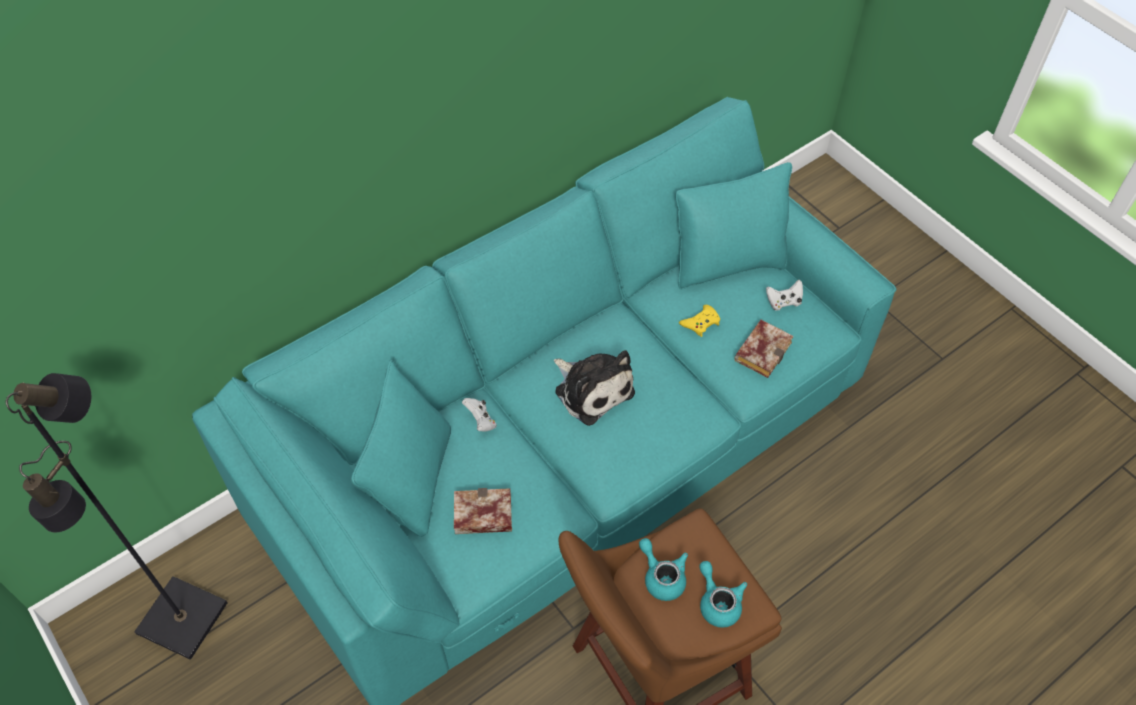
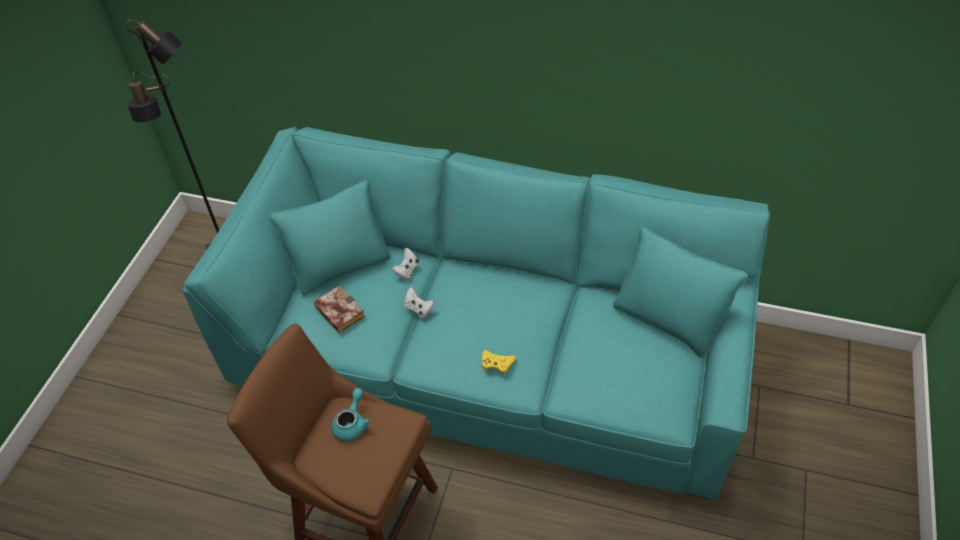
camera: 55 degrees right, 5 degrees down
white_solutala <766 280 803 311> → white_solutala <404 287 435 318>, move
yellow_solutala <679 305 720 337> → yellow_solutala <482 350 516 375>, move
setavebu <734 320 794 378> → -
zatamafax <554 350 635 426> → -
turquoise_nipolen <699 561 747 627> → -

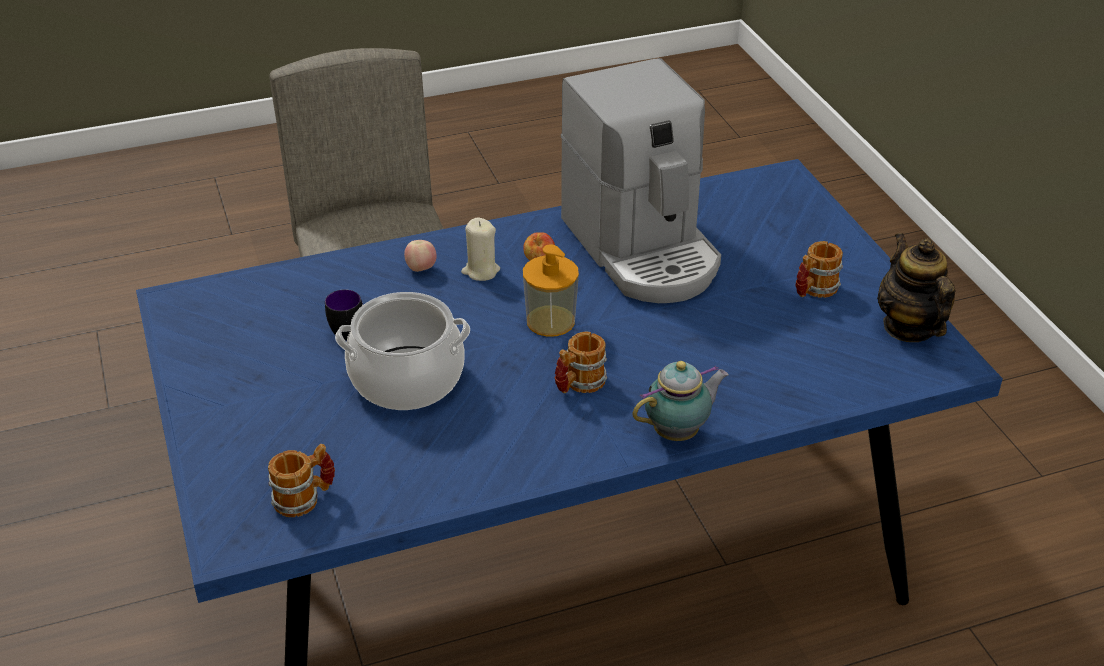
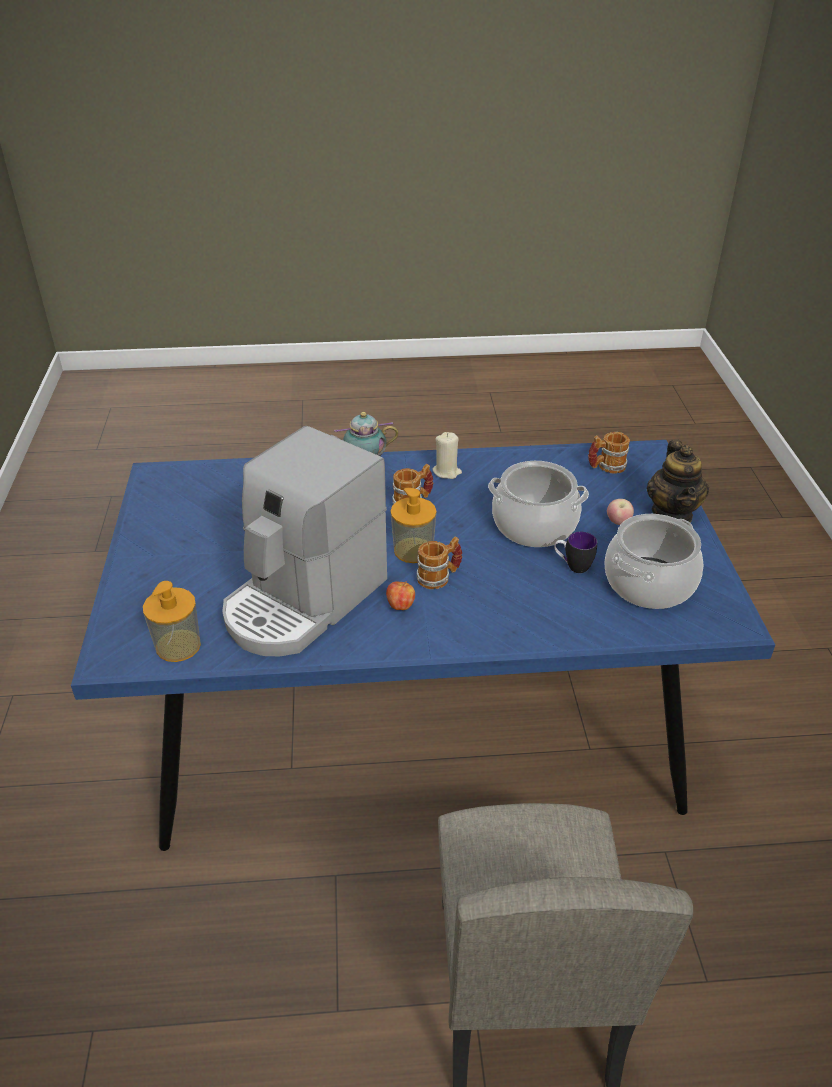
camera: 165 degrees left, 0 degrees up
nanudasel <561 58 721 303> → nanudasel <222 426 387 656>, 135 degrees counterclockwise
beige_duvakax <461 218 500 281> → beige_duvakax <433 432 462 479>, move
nipolen <877 233 956 342> → nipolen <646 439 709 523>, move
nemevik <404 240 437 272> → nemevik <607 499 634 525>, move
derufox <796 241 843 298> → derufox <417 537 462 589>, move
- → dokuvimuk <604 514 703 609>
- → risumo <143 581 201 662>

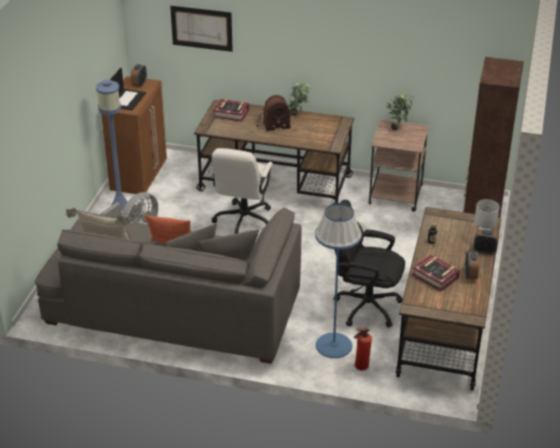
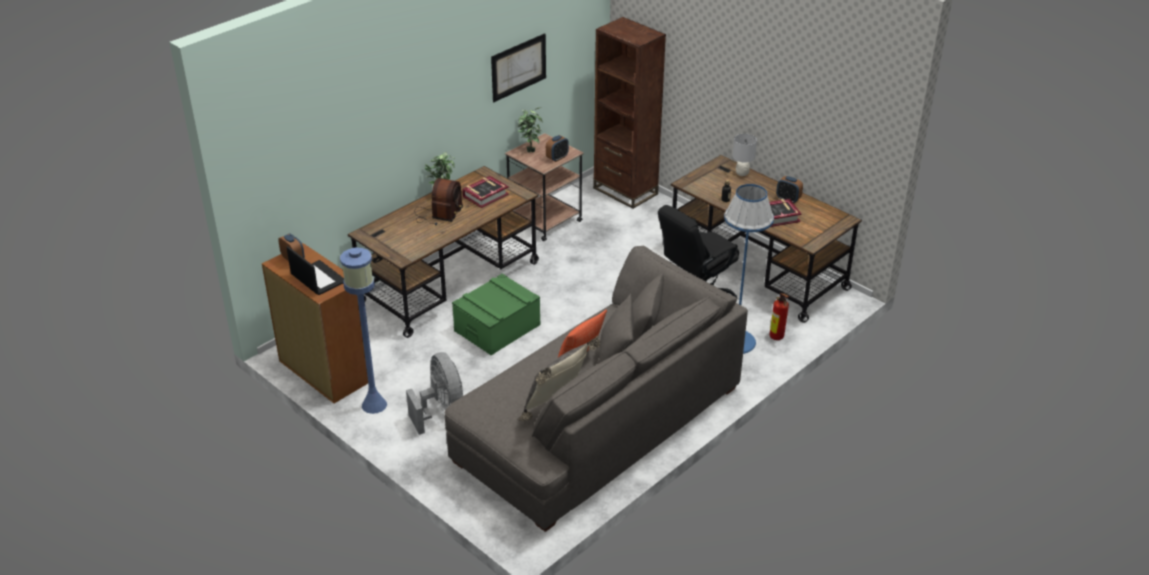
camera: 60 degrees left, 0 degrees up
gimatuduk <170 6 233 52> → gimatuduk <491 33 546 102>, move
setavebu <213 99 249 122> → setavebu <462 176 509 208>, move
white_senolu <211 148 273 234> → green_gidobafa <452 274 540 355>
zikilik <474 229 499 255> → zikilik <546 135 569 162>, move

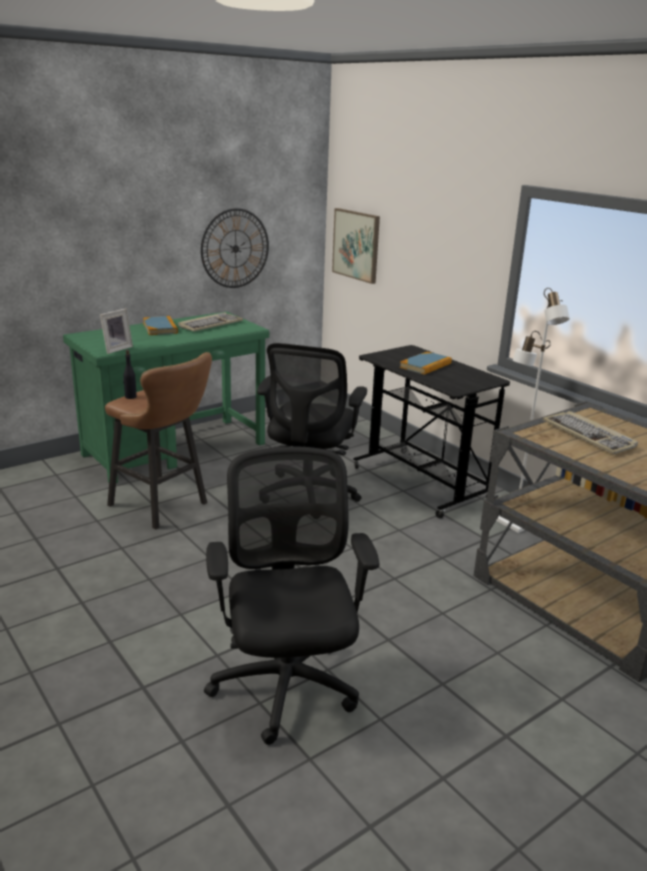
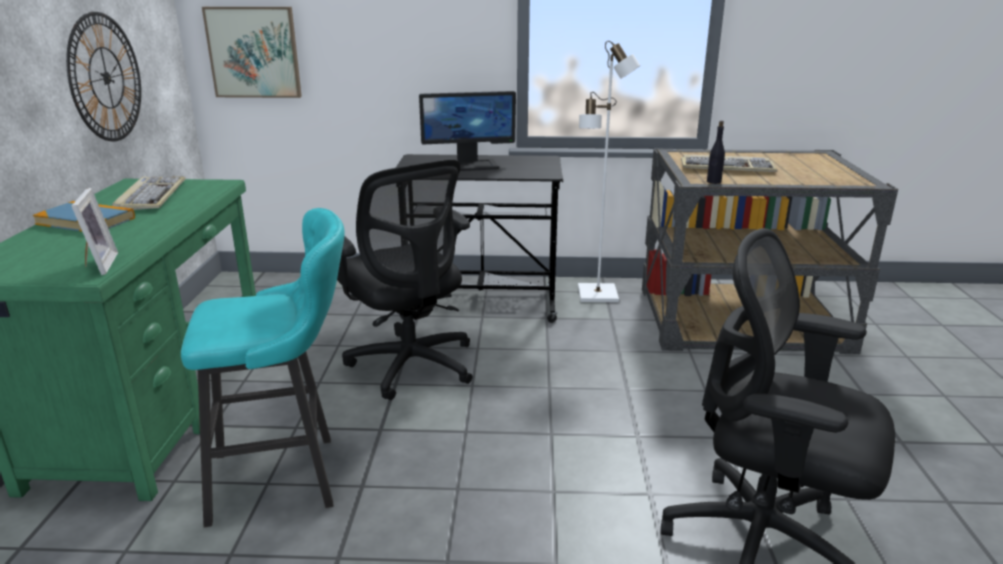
camera: 50 degrees left, 0 degrees up
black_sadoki <123 350 137 399> → black_sadoki <707 121 725 184>, move
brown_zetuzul <105 352 212 530> → turquoise_zetuzul <181 208 345 527>
setavebu <400 352 452 375> → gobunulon <419 91 516 171>

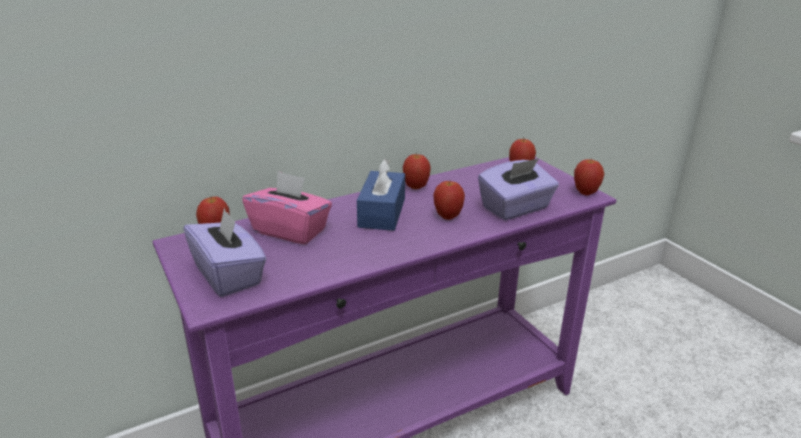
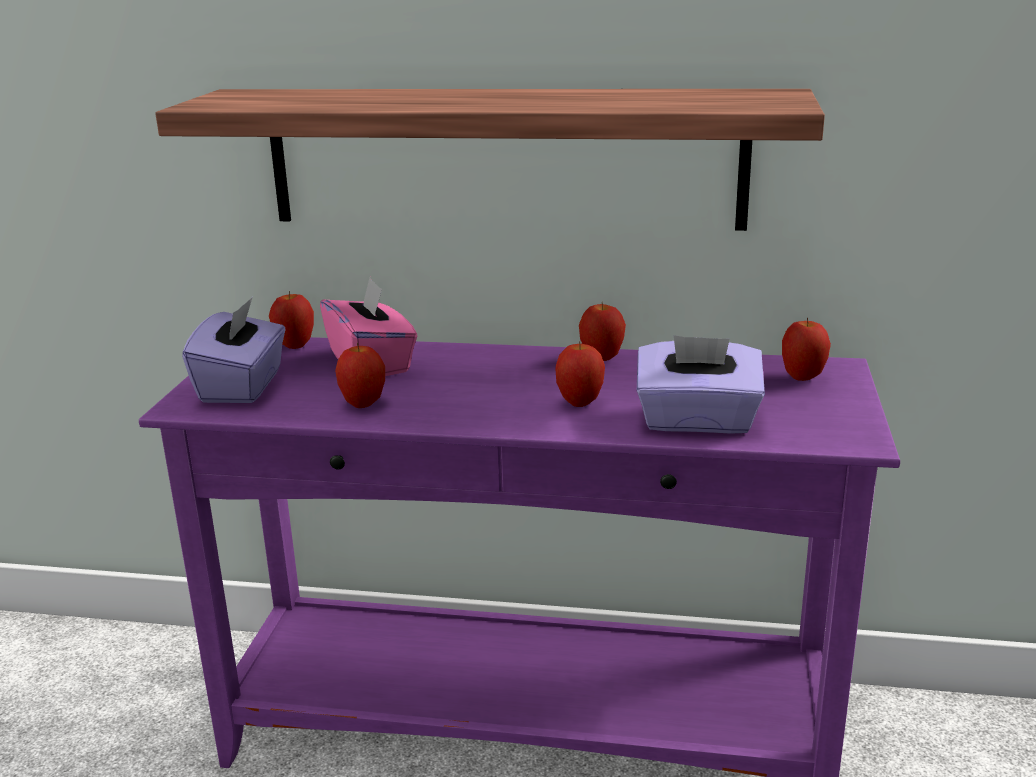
camera: 40 degrees right, 5 degrees down
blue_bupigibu <357 158 405 231> → -
nemevik <574 158 604 195> → nemevik <335 343 385 408>, move
- → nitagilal <155 89 825 231>

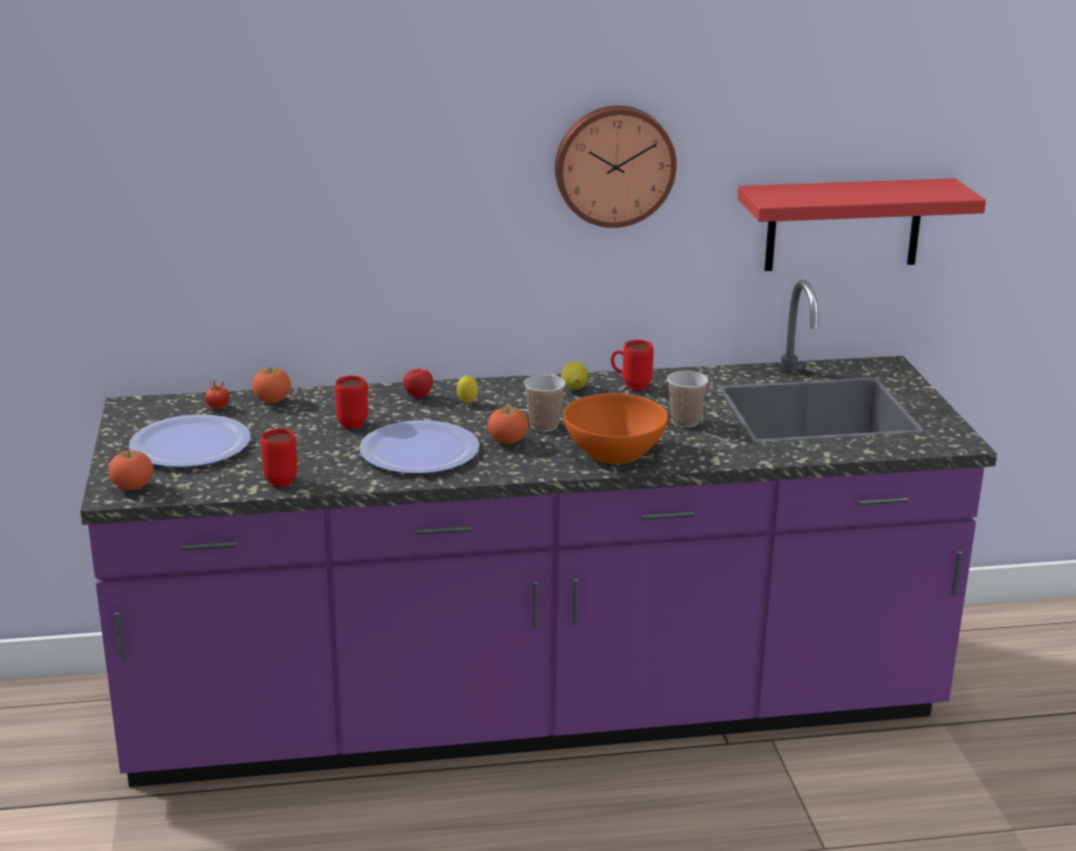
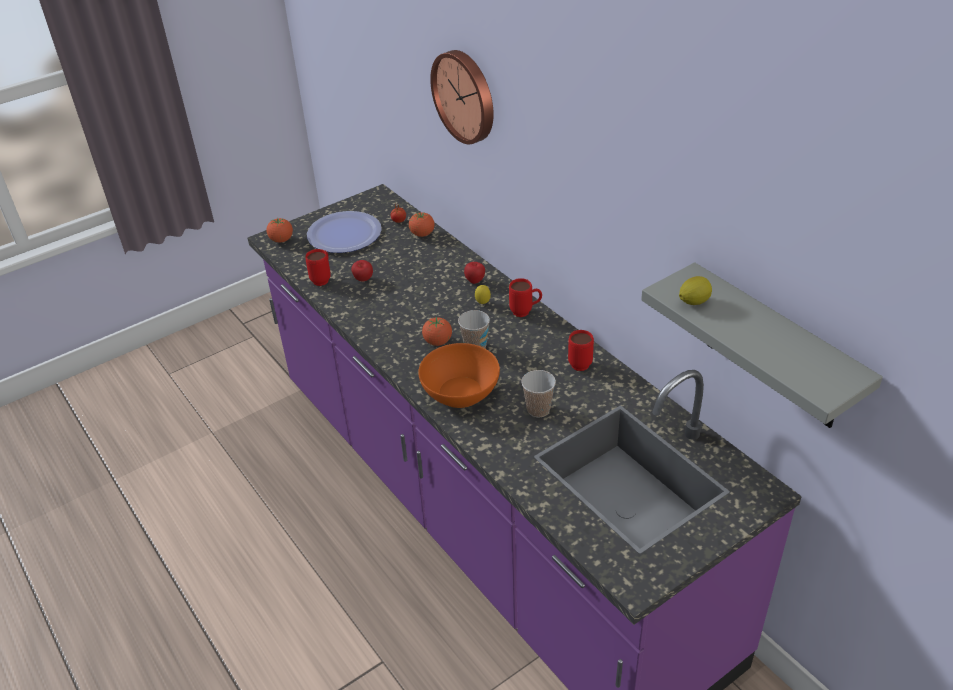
camera: 65 degrees right, 15 degrees up
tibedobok <555 106 677 228> → tibedobok <430 50 494 144>, move
red_nitagilal <738 178 986 271> → grey_nitagilal <641 262 883 428>
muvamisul <561 361 588 390> → muvamisul <679 276 712 305>, move
red_derufox <335 376 368 429> → red_derufox <509 278 542 317>, move
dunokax <359 420 480 474> → -
- → nemevik <351 260 373 281>

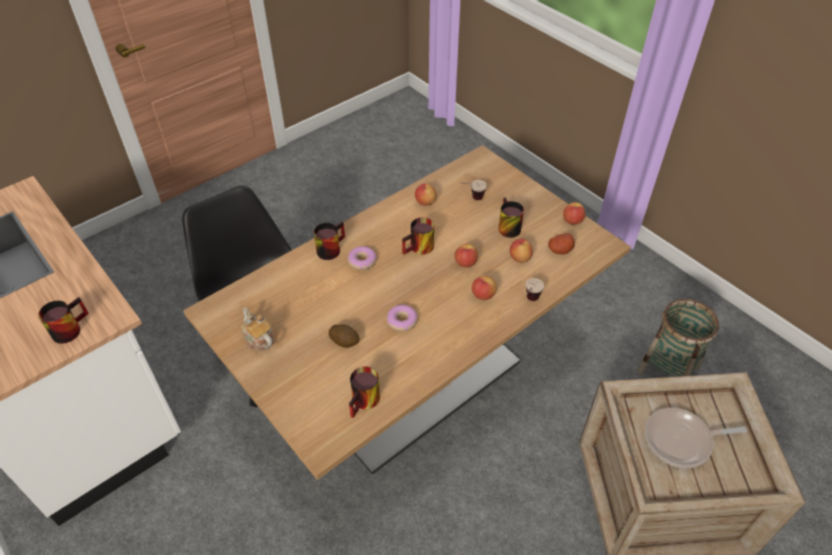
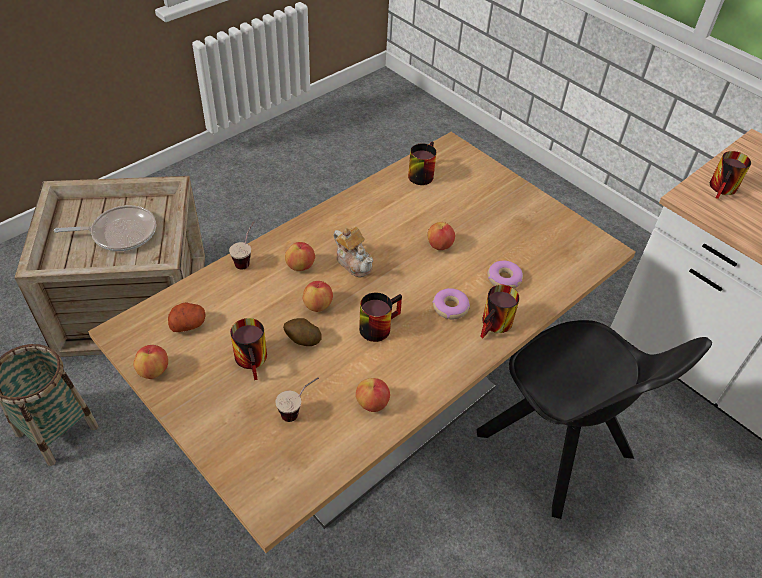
camera: 175 degrees right, 0 degrees up
nemevik <510 239 533 263> → nemevik <428 222 455 250>, move
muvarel <387 305 418 331> → muvarel <488 261 523 288>, move
nipolen <242 308 274 351> → nipolen <334 227 373 277>, move
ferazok <329 325 360 348> → ferazok <283 318 322 346>, move

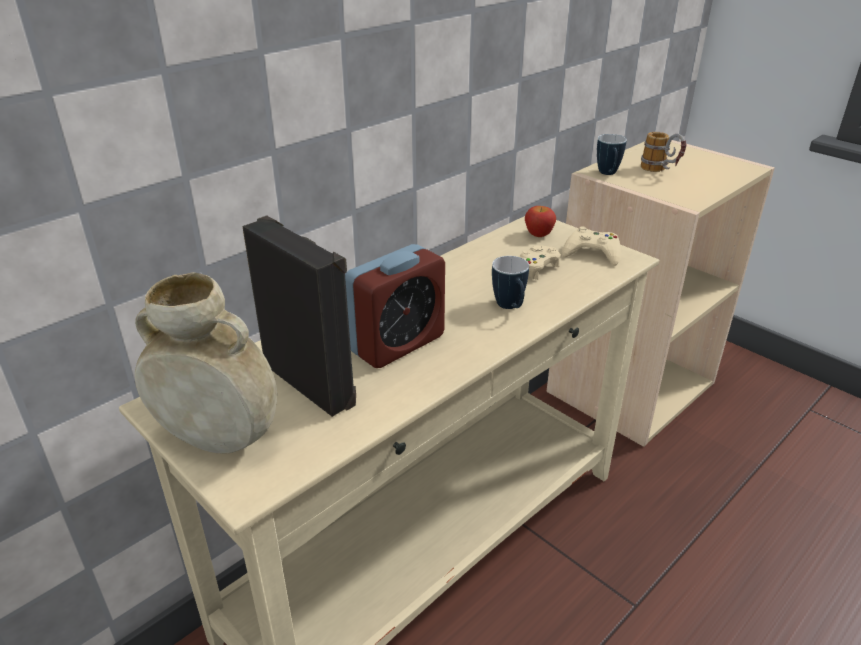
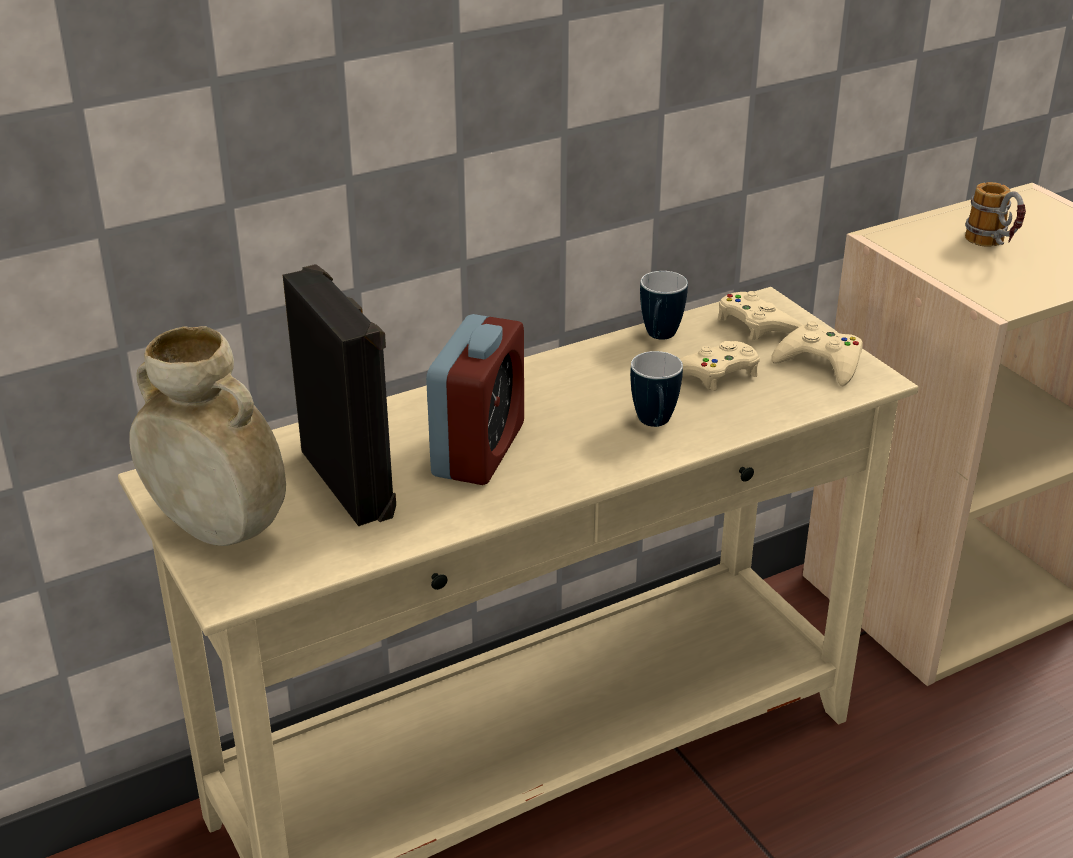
camera: 15 degrees right, 0 degrees up
derufox <597 134 627 175> → derufox <640 271 688 340>, move
nemevik <525 206 556 237> → beige_solutala <718 291 802 340>
zikilik <345 244 445 368> → zikilik <426 314 524 485>, 45 degrees counterclockwise

